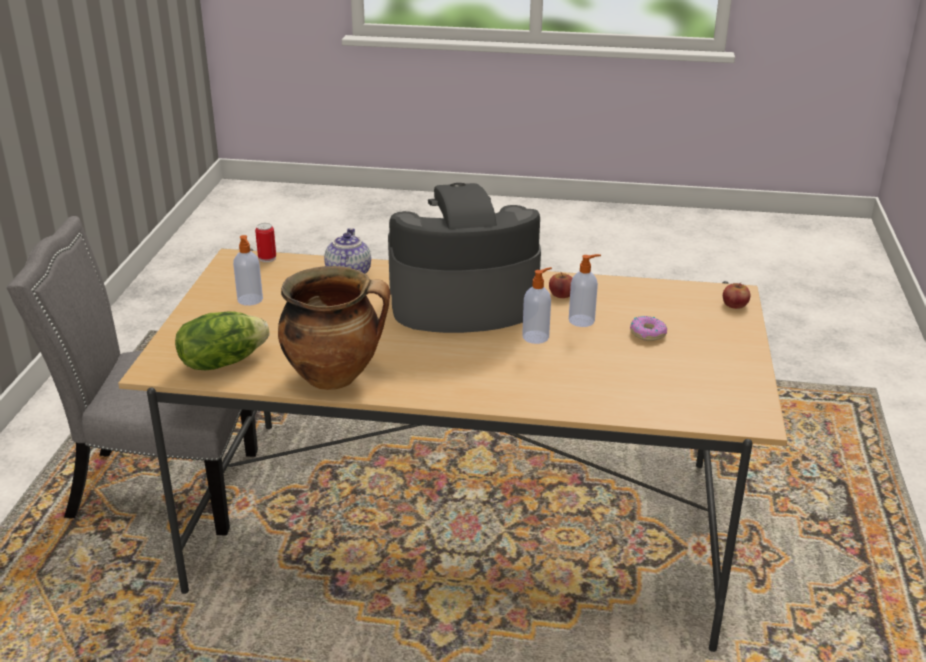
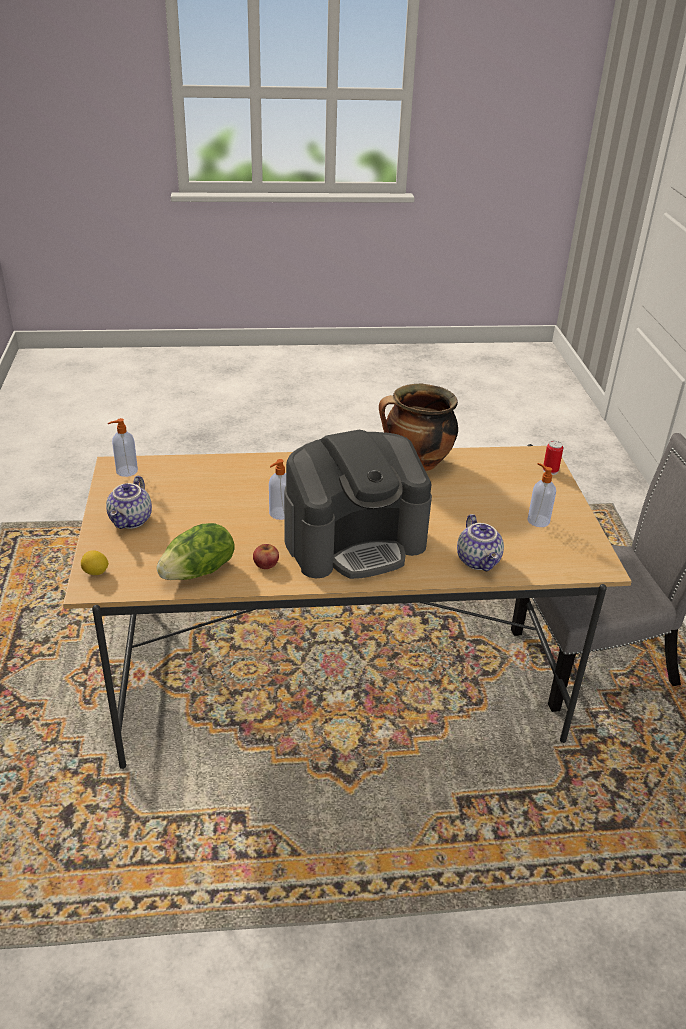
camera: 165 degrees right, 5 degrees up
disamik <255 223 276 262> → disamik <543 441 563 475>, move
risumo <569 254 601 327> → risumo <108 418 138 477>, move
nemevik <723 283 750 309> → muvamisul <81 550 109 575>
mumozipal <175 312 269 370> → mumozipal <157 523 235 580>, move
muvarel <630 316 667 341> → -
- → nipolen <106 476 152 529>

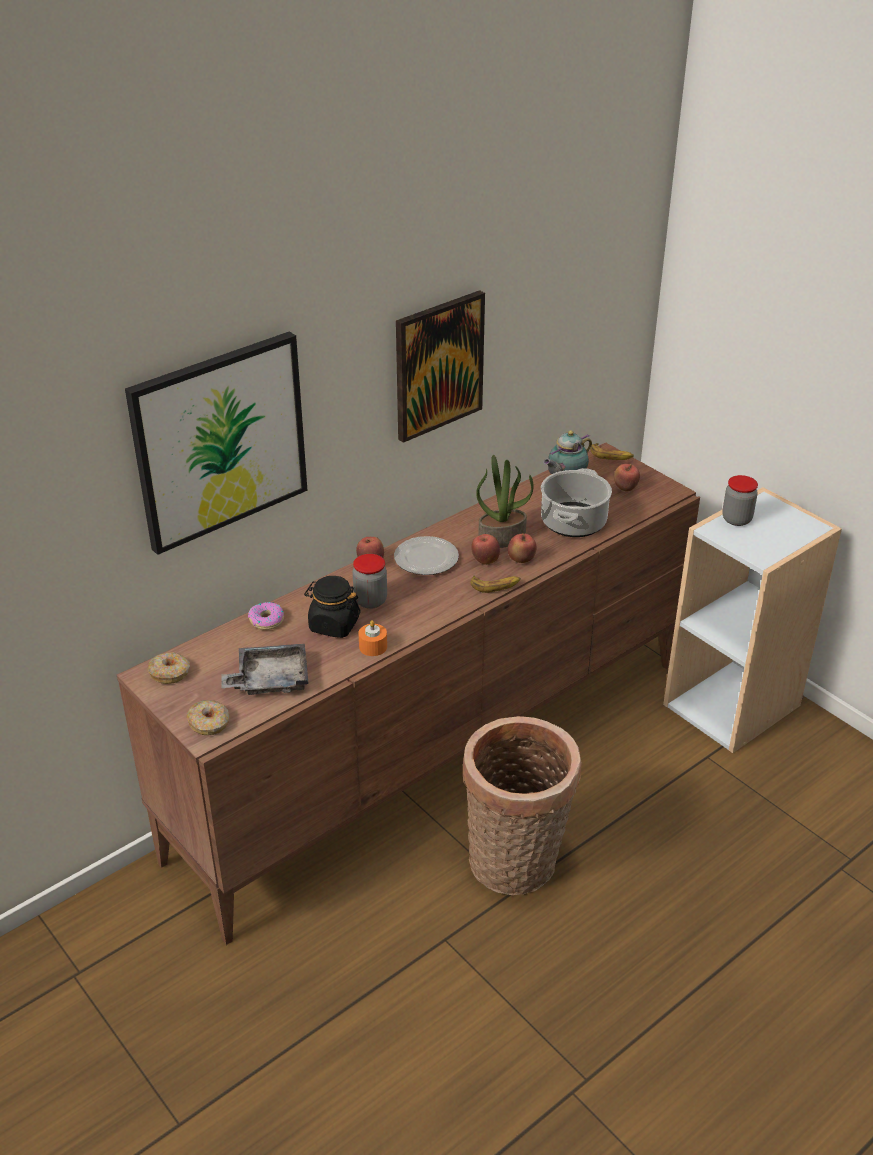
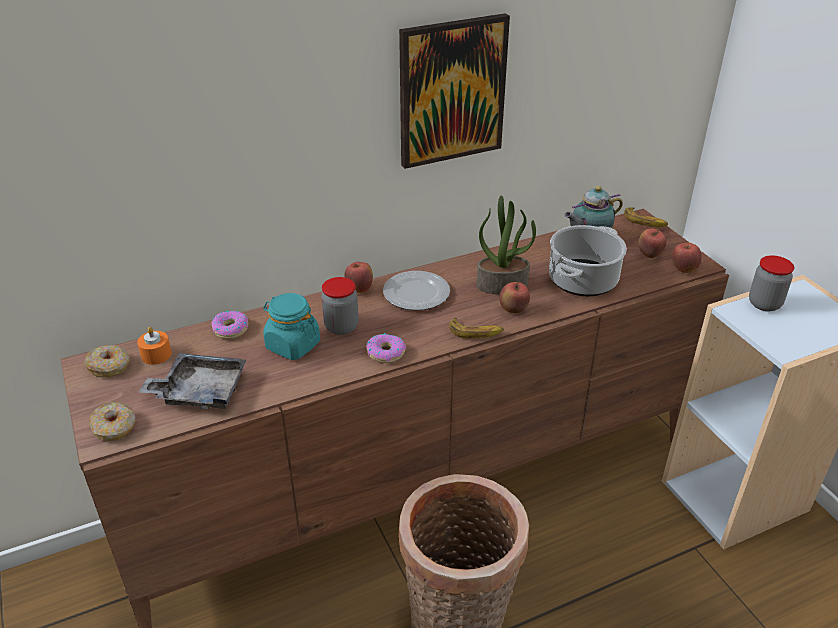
camera: 15 degrees right, 0 degrees up
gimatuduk <125 331 308 555> → -
nemevik <471 534 500 565> → nemevik <672 242 702 273>, move
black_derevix <304 576 361 638> → turquoise_derevix <263 293 320 360>
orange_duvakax <358 620 387 656> → orange_duvakax <137 327 172 365>, move
- → muvarel <366 333 406 363>

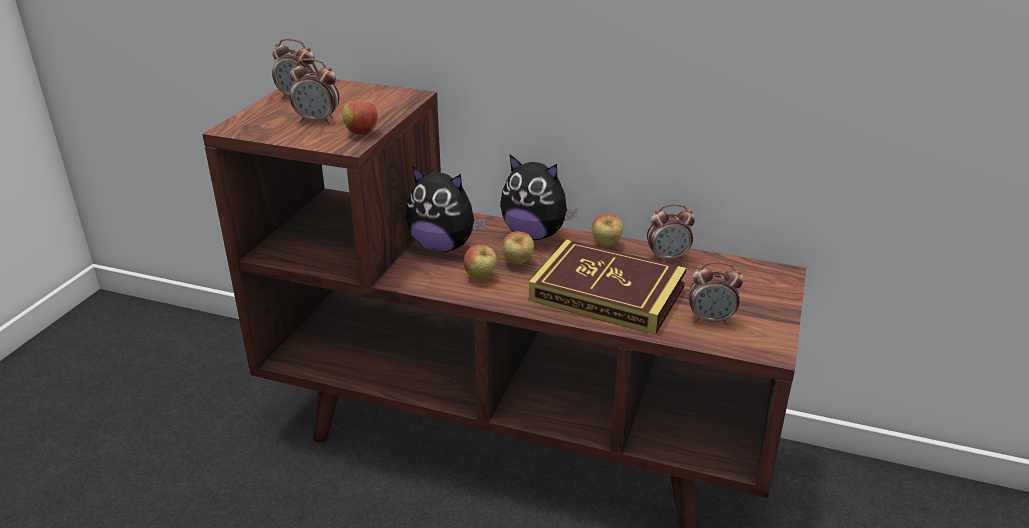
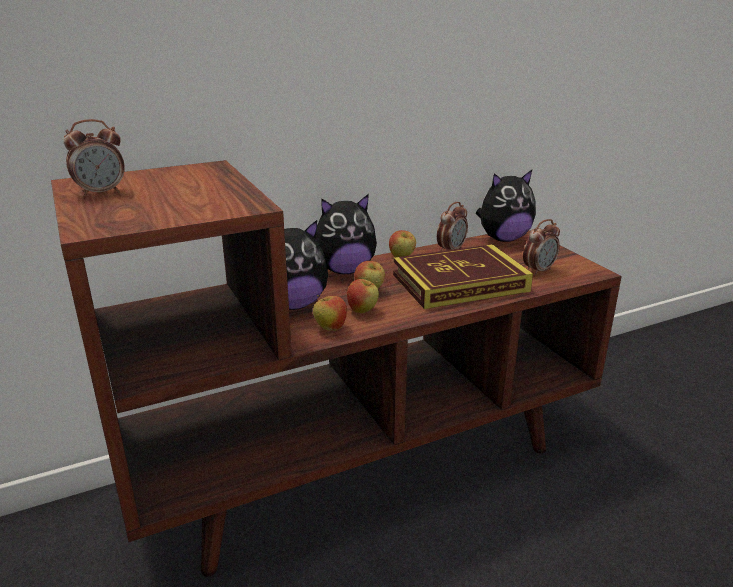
camera: 45 degrees left, 5 degrees down
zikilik <290 58 339 125> → -
nemevik <342 96 378 136> → nemevik <313 295 347 331>, move
- → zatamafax <476 170 536 242>

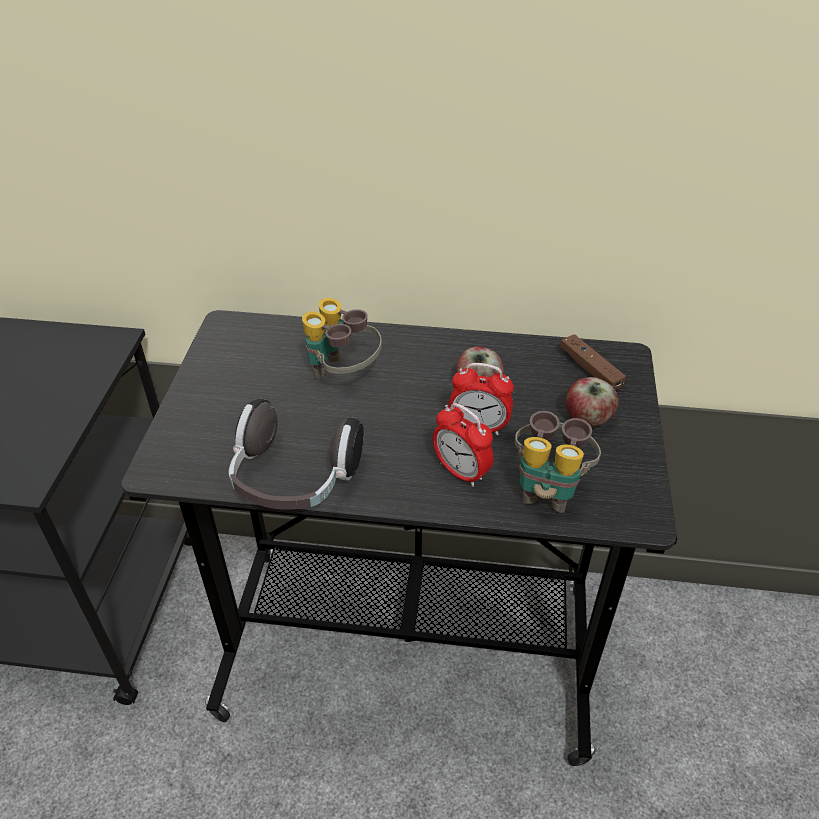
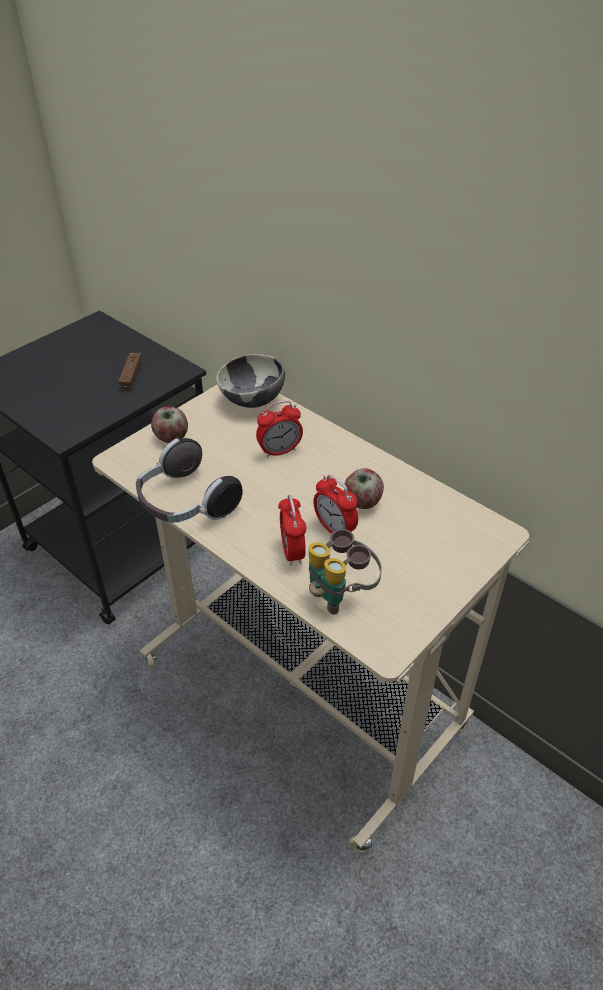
camera: 35 degrees right, 0 degrees up
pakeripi <302 298 382 379> → zikilik <256 400 303 458>
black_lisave <121 310 677 766> → beige_lisave <92 384 529 854>
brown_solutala <560 334 626 391> → brown_solutala <118 353 142 390>, move
nemevik <565 377 619 427> → nemevik <151 406 188 443>, move
- → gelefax <216 354 285 408>

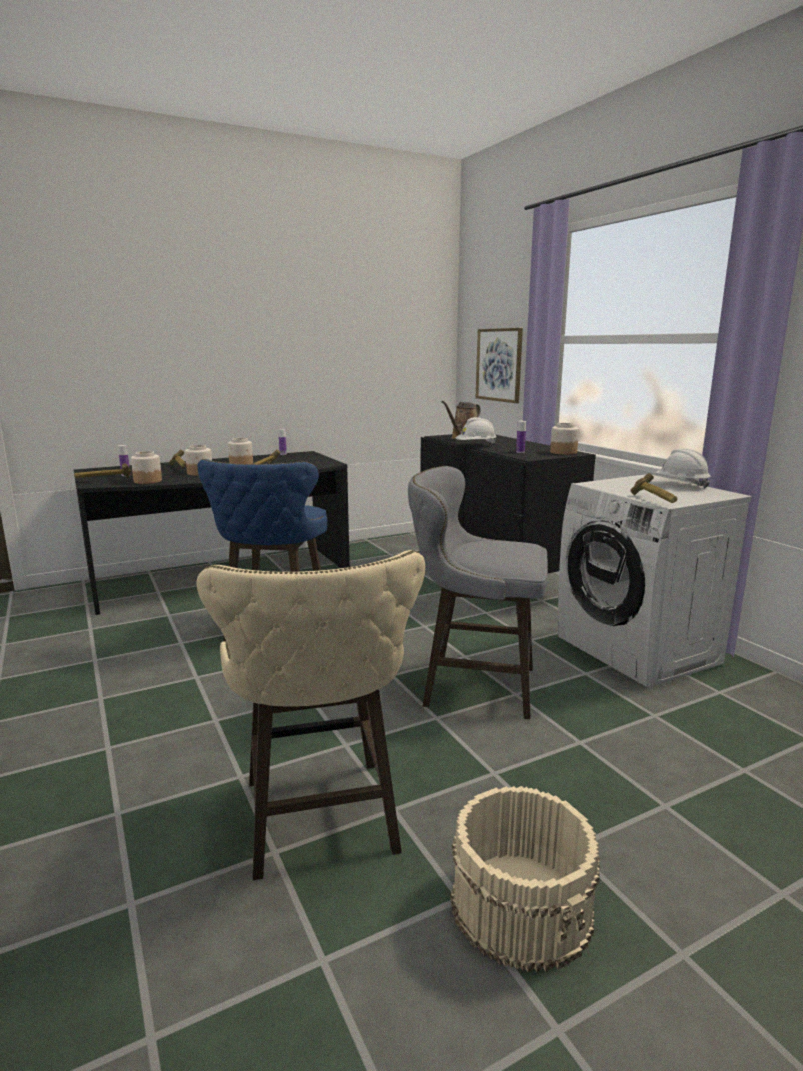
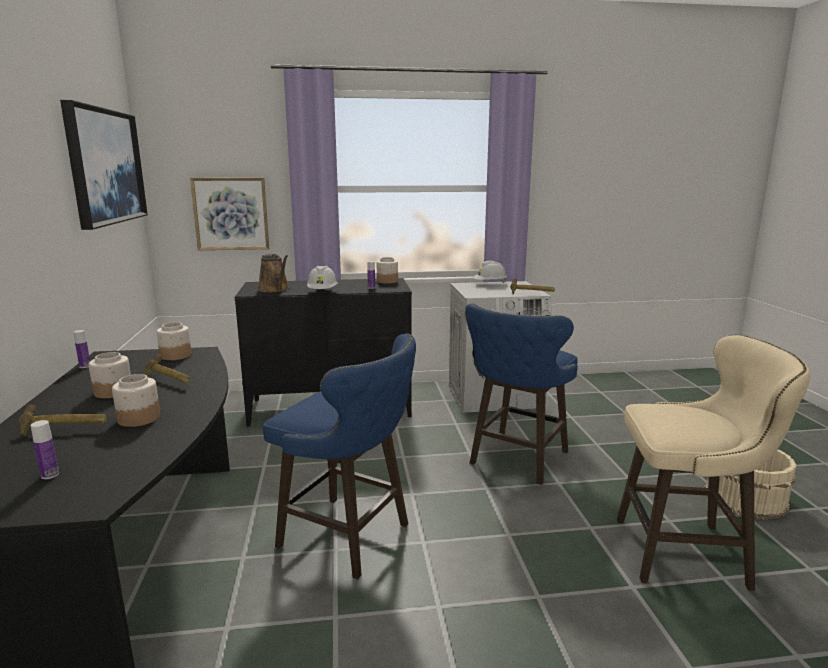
camera: 70 degrees left, 0 degrees up
derevix <131 451 162 484> → derevix <157 322 191 360>, move
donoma <74 464 131 479> → -
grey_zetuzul <408 466 548 719> → blue_zetuzul <465 303 578 485>
- → gimatuduk <60 100 148 230>

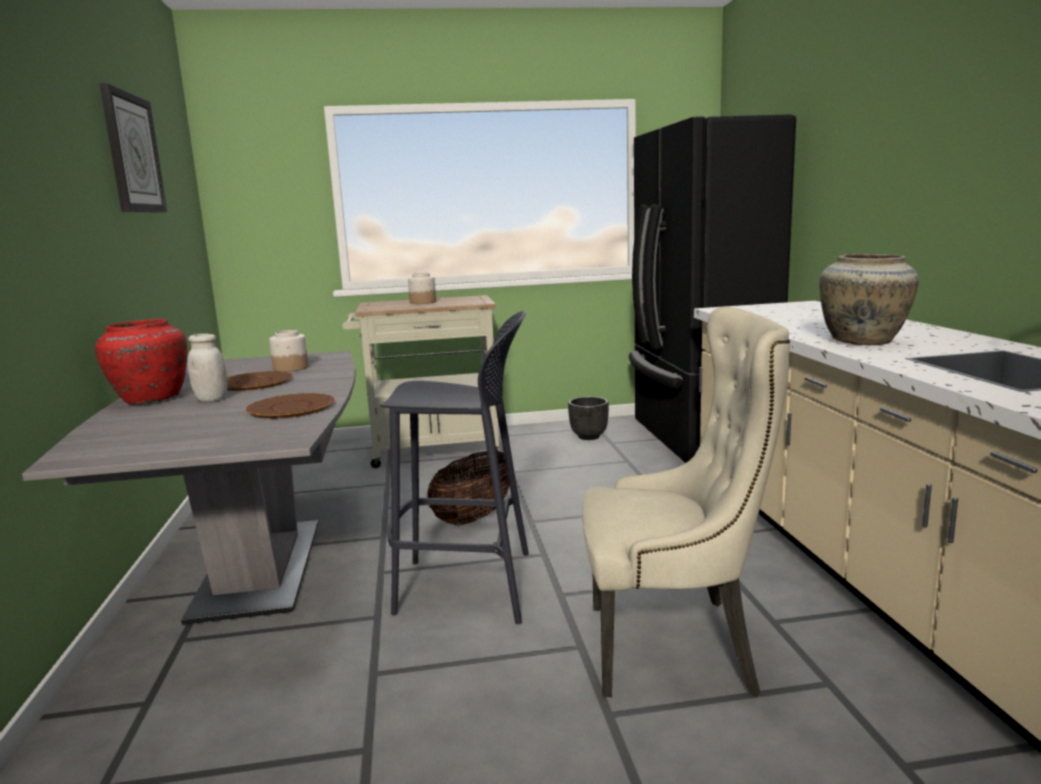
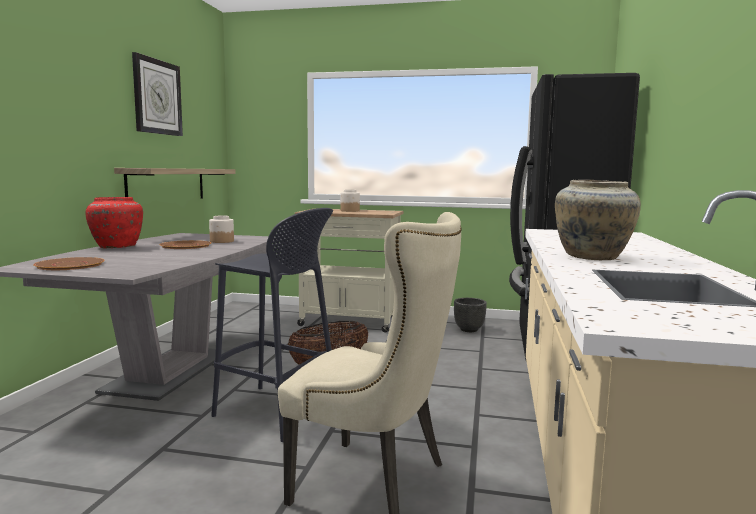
camera: 20 degrees right, 5 degrees down
white_derevix <187 334 228 402> → -
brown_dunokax <246 393 334 419> → brown_dunokax <33 257 105 270>, move
- → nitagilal <114 168 236 199>

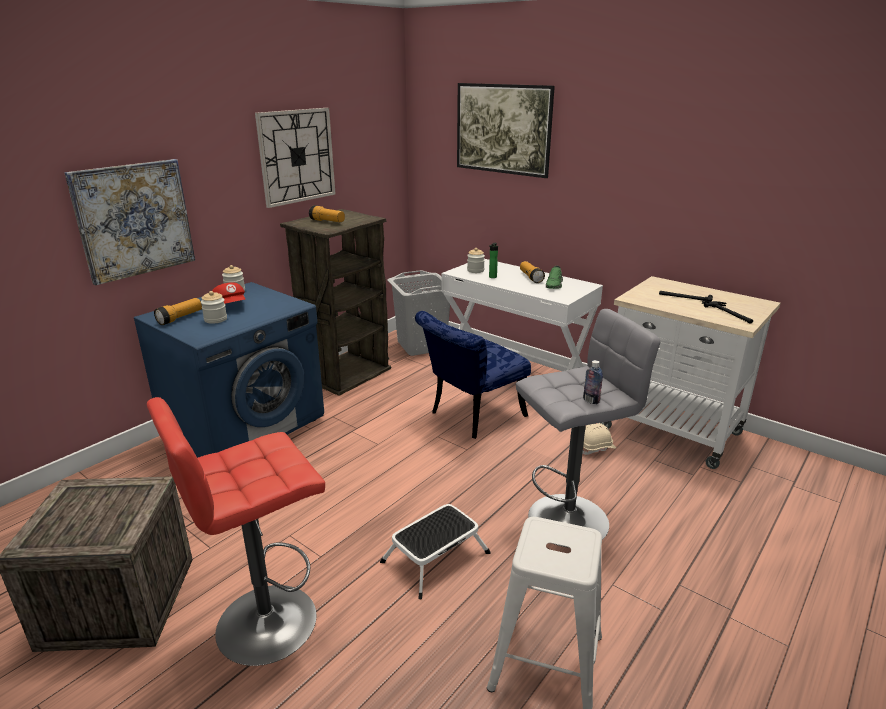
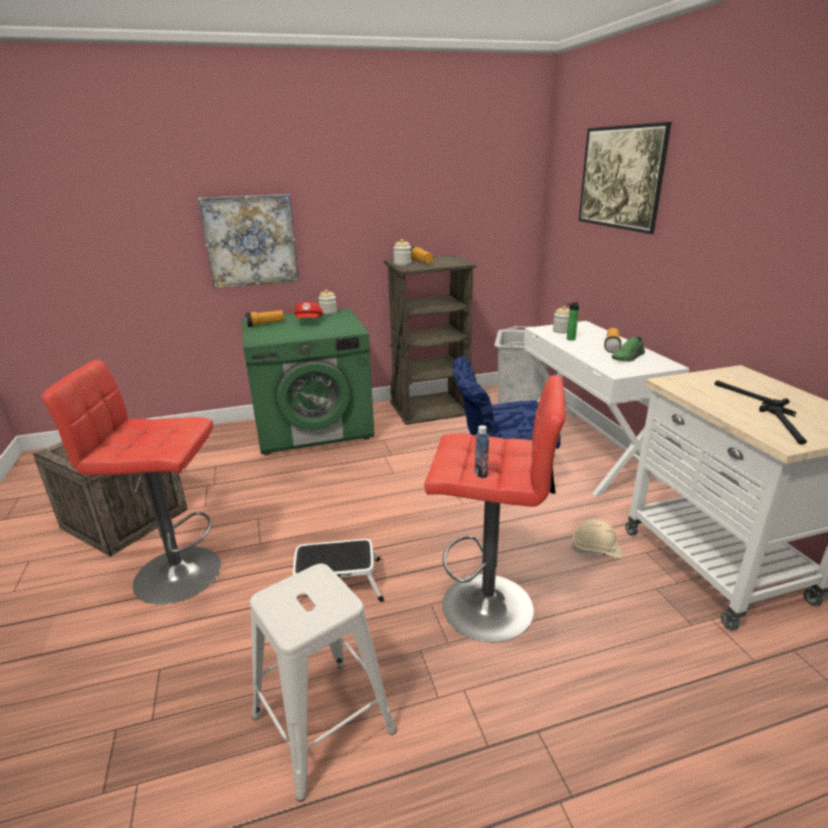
camera: 35 degrees right, 0 degrees up
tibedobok <255 108 335 208> → -
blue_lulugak <134 282 324 458> → green_lulugak <242 308 374 455>
derevix <201 291 227 324> → derevix <393 239 411 265>, move
grey_zetuzul <516 309 660 548> → red_zetuzul <424 375 565 642>

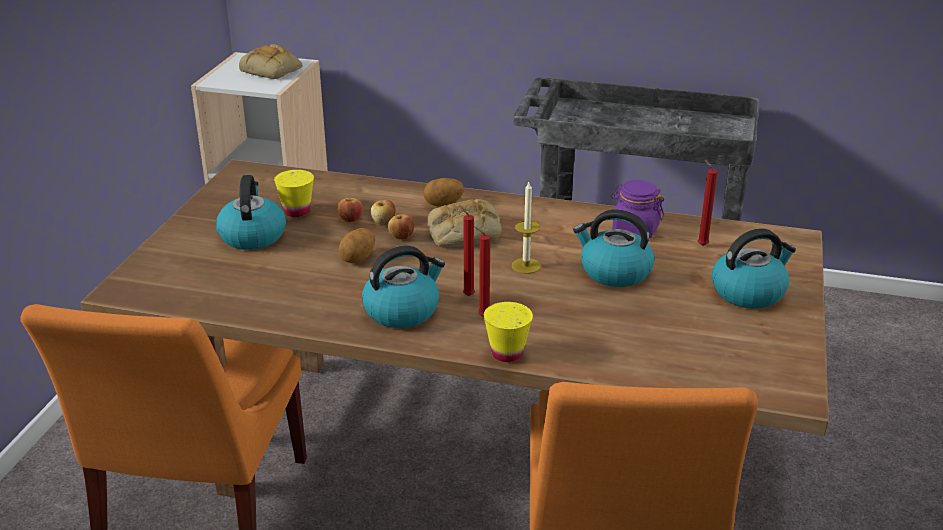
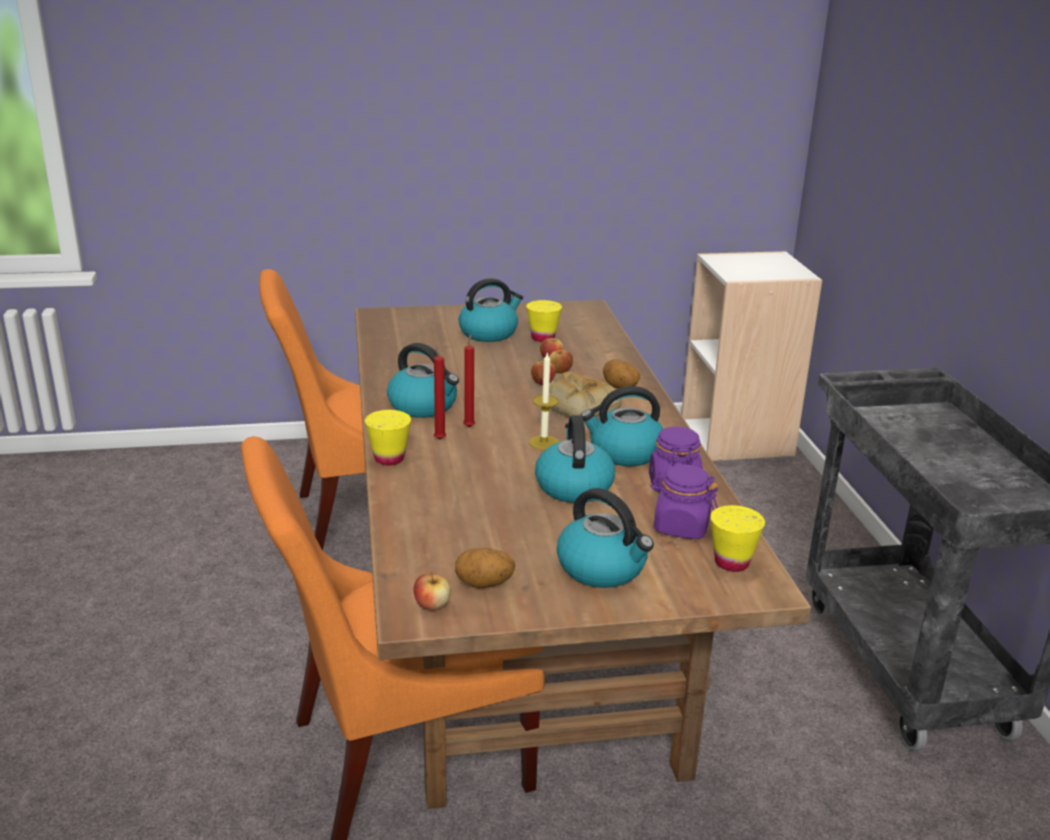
camera: 65 degrees right, 5 degrees down
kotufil <239 44 302 79> → -
red_duvakax <698 160 718 246> → purple_derevix <651 464 718 539>
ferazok <339 228 375 263> → ferazok <455 548 515 588>, move
- → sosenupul <581 386 664 466>
- → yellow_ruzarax <710 505 765 572>
- → nemevik <414 571 451 611>

